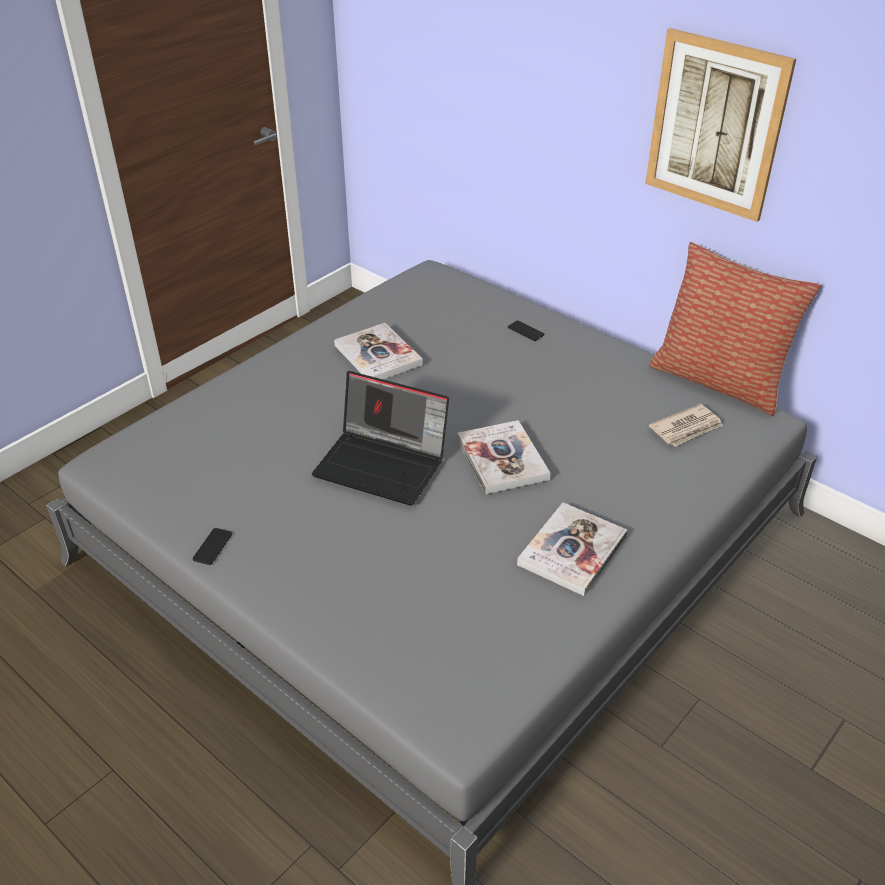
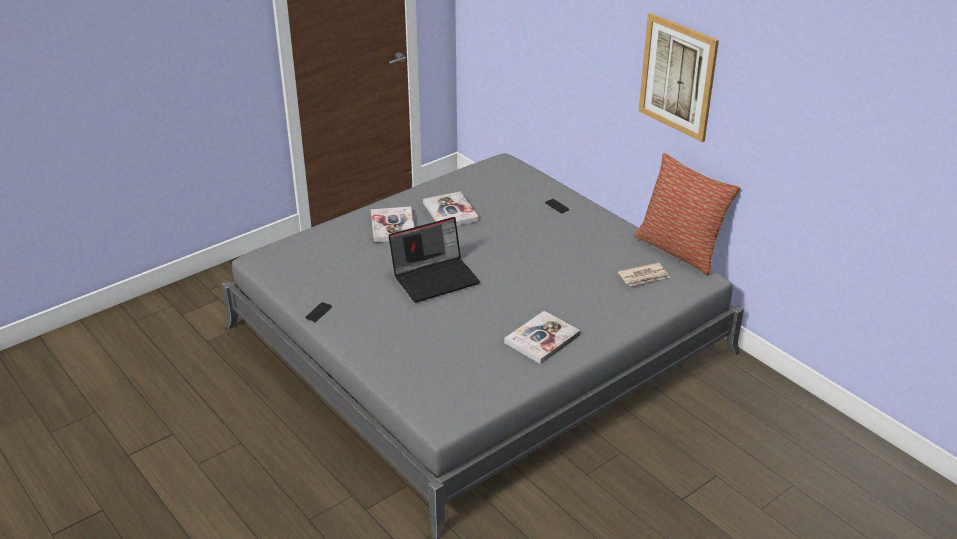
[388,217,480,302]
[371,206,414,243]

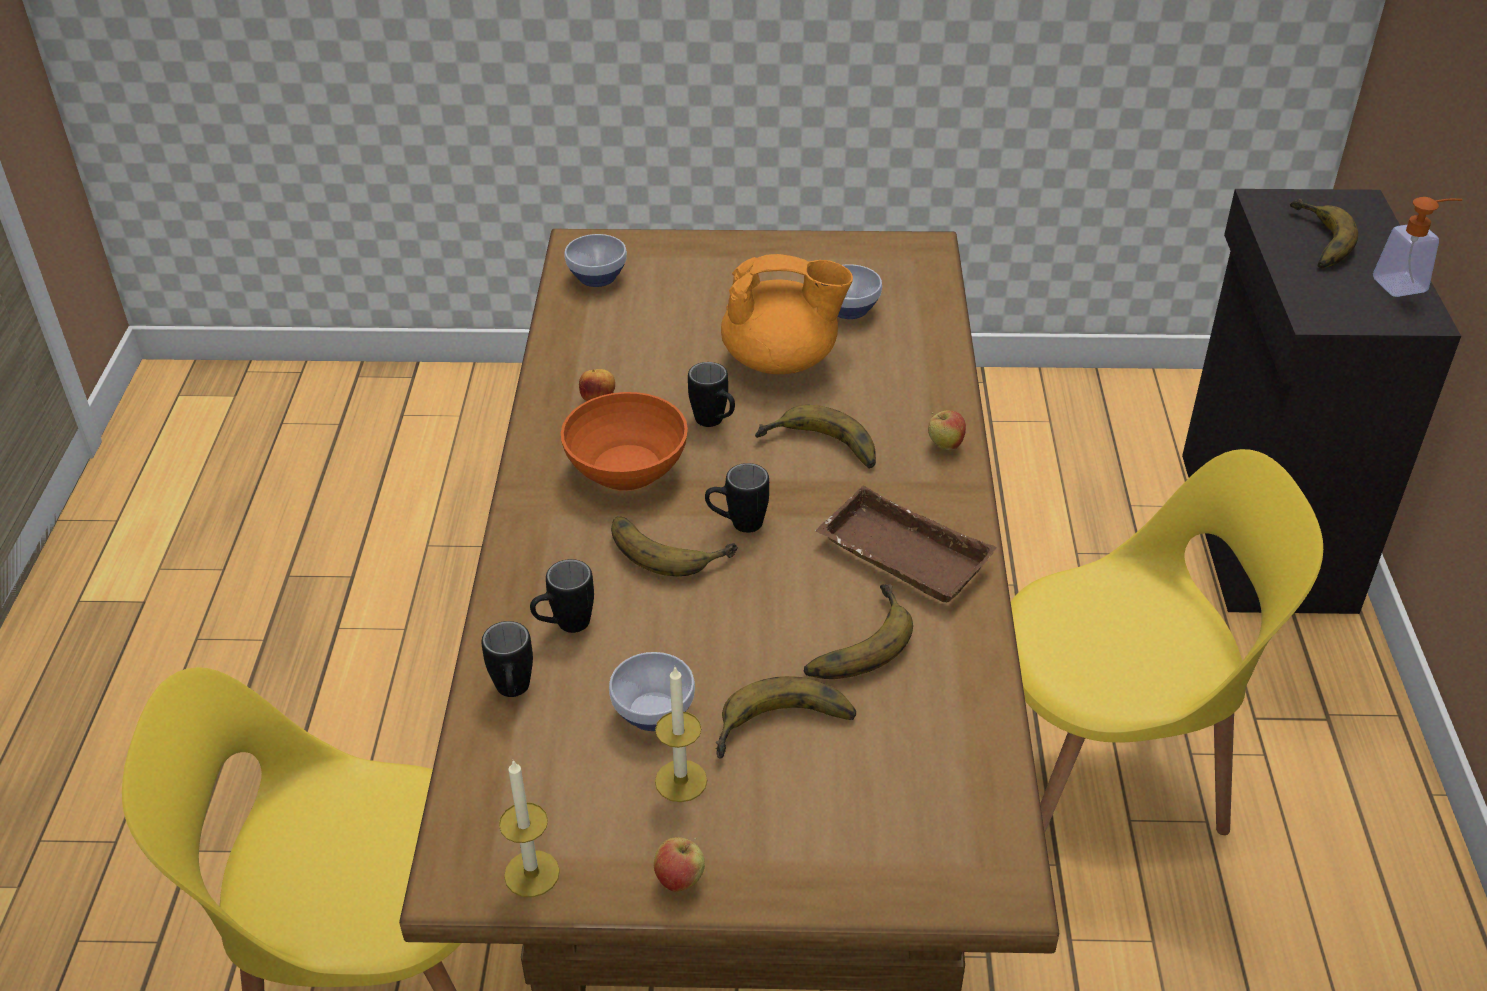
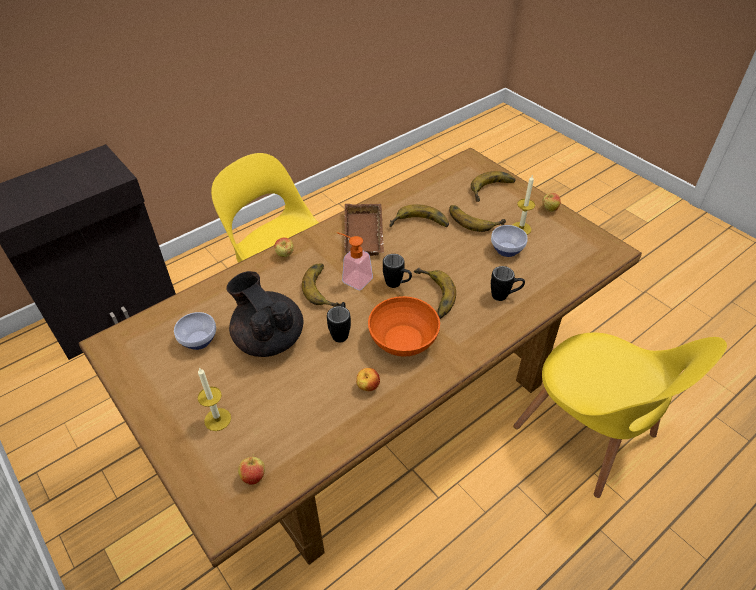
[482,621,533,697] (first image)
[198,367,231,431]
[238,454,265,485]
[226,271,304,357]
[471,171,516,202]
[337,232,373,290]

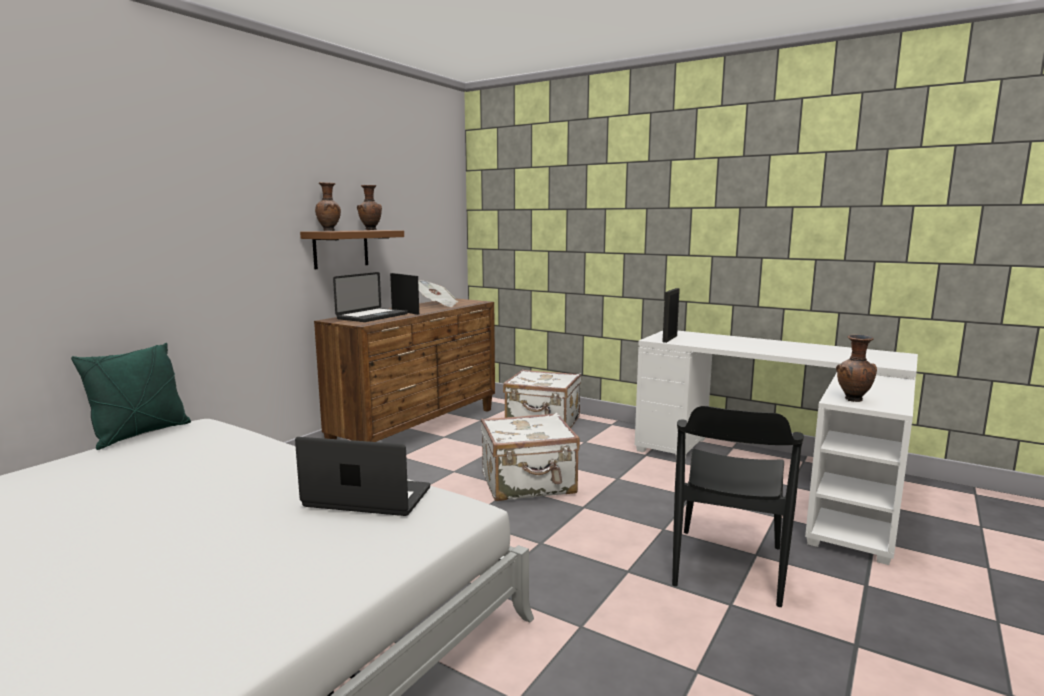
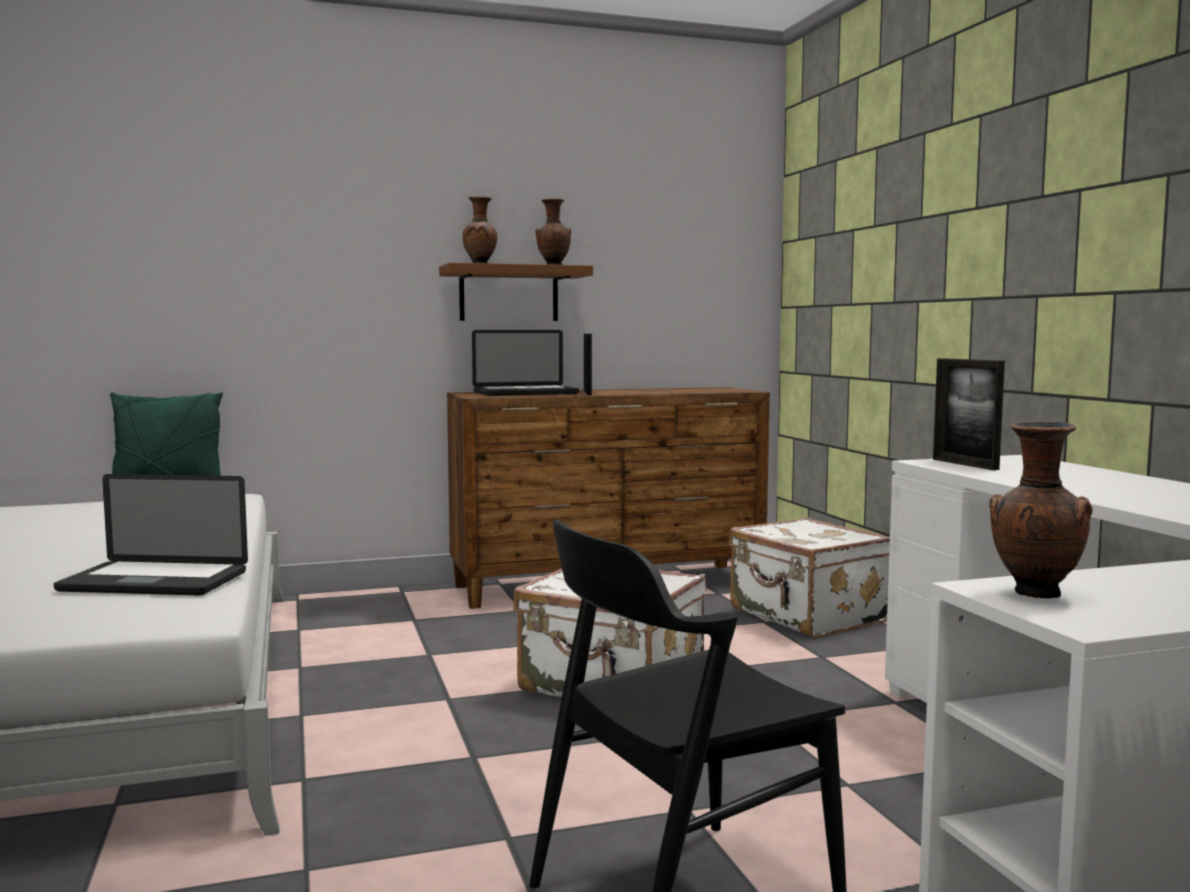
[54,474,248,596]
[418,280,458,307] (first image)
[933,358,1005,470]

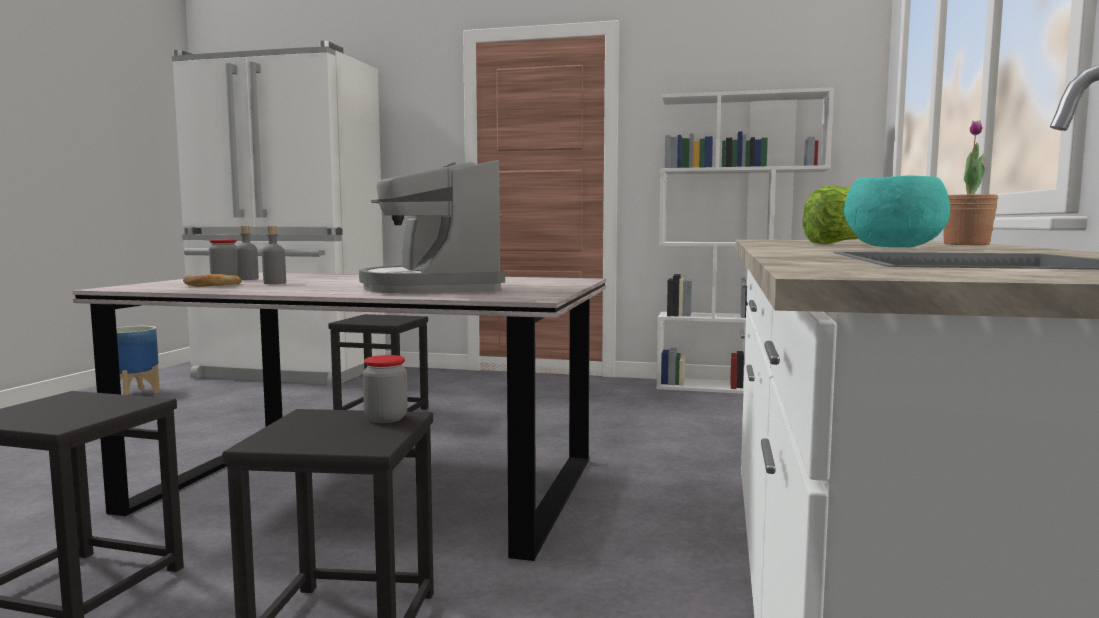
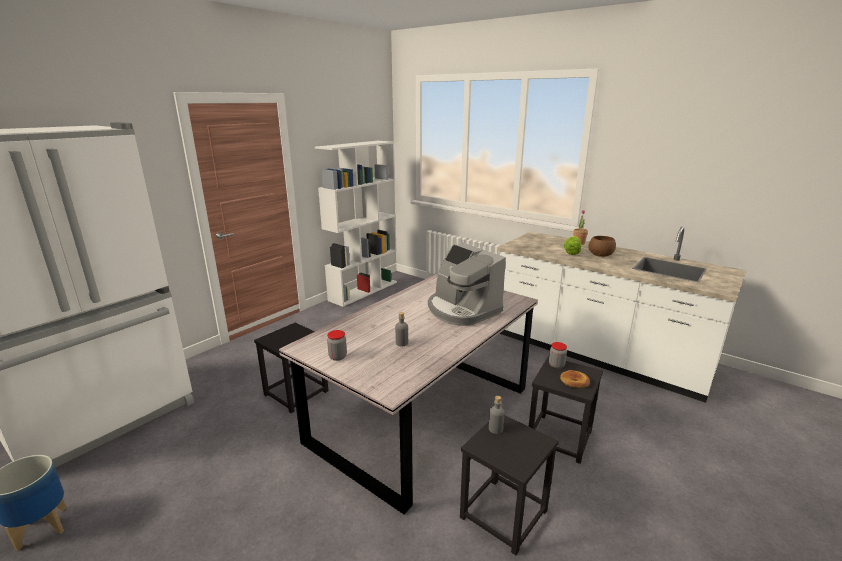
[560,370,590,388]
[489,396,504,434]
[428,243,506,326]
[588,236,616,257]

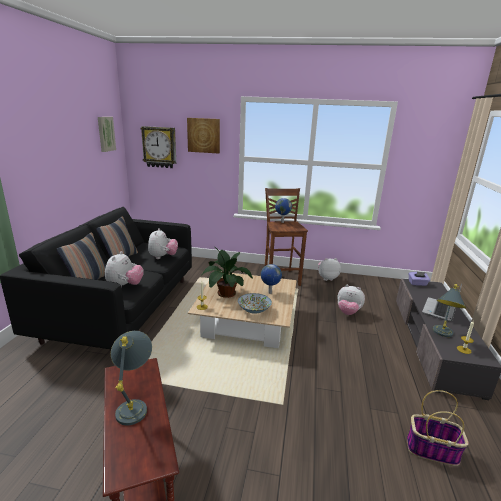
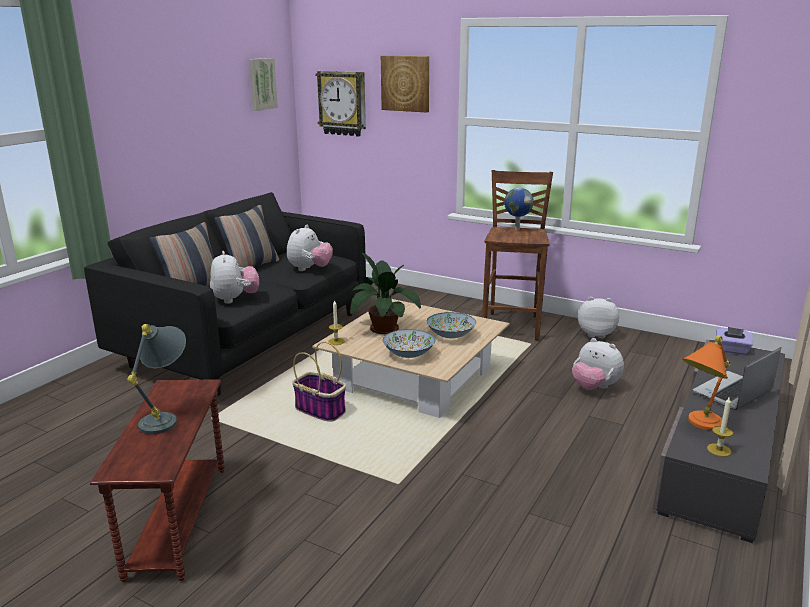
[210,251,259,304]
[426,312,476,338]
[292,341,346,422]
[682,335,731,430]

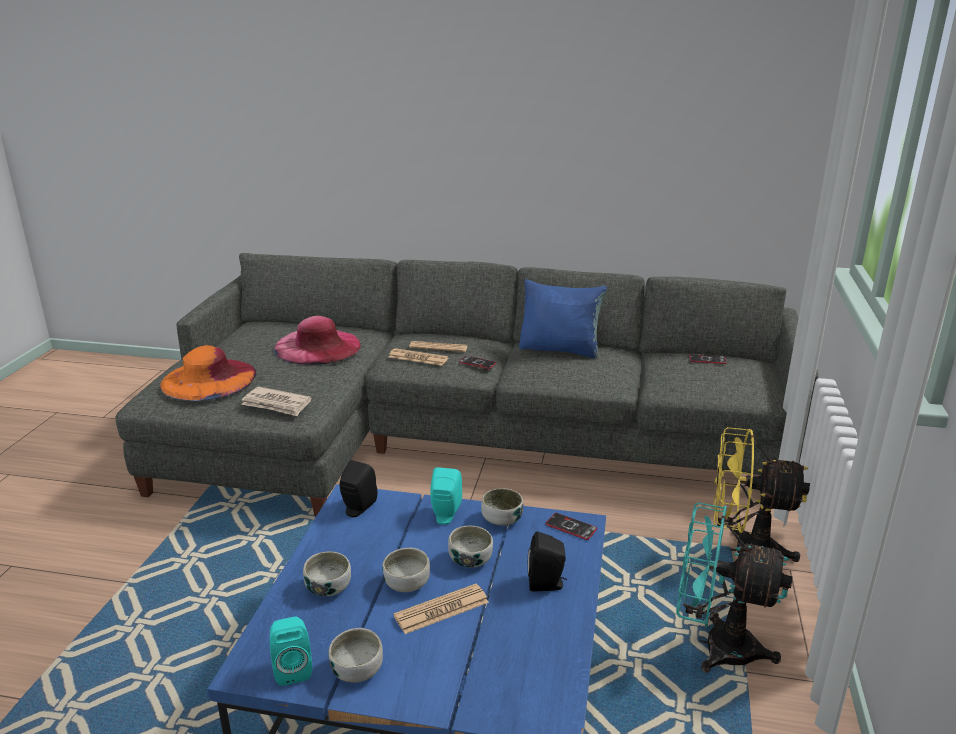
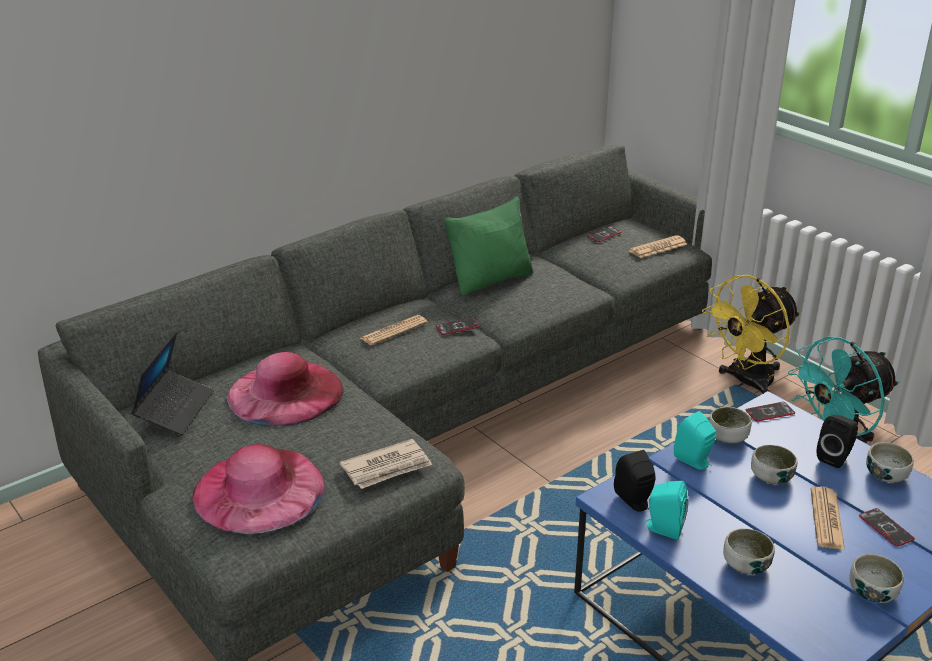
[192,444,325,534]
[644,481,688,539]
[866,442,914,483]
[629,235,687,258]
[444,196,534,296]
[131,331,214,435]
[859,508,915,547]

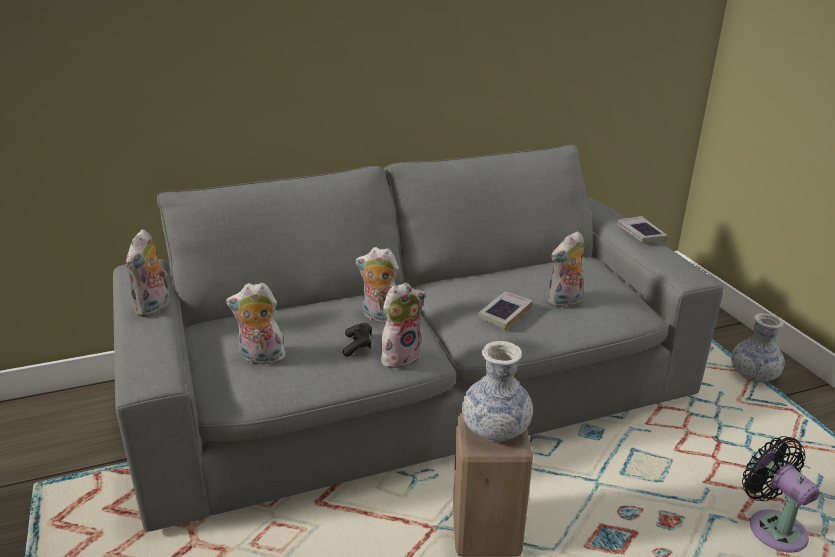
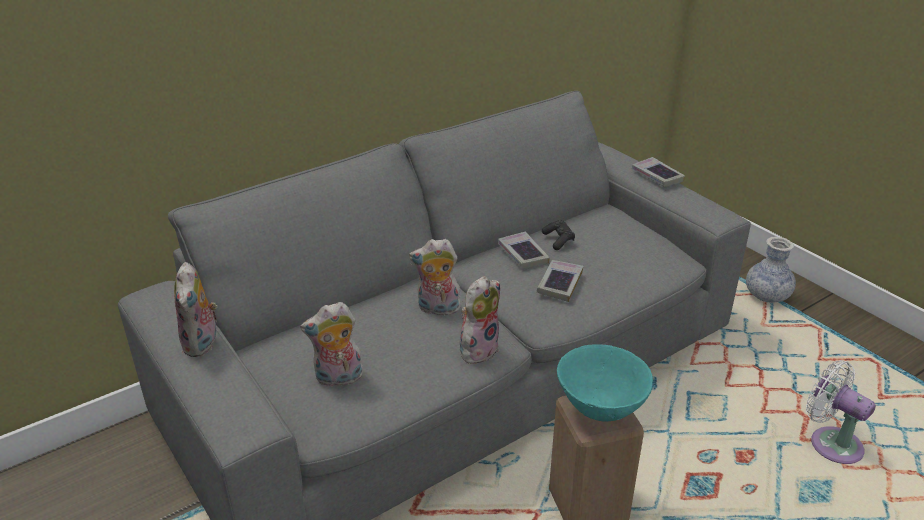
[542,220,575,250]
[557,344,653,422]
[548,231,584,308] (first image)
[806,360,876,464]
[498,232,550,268]

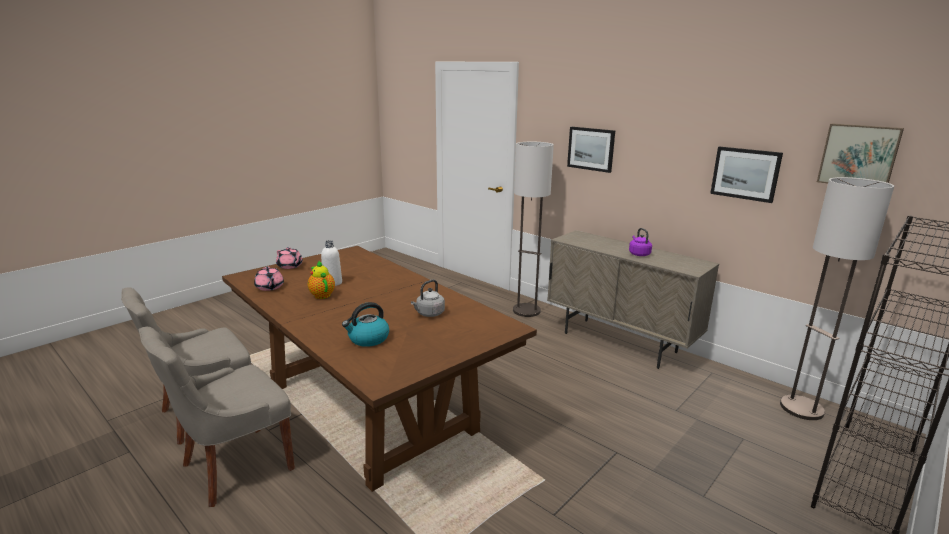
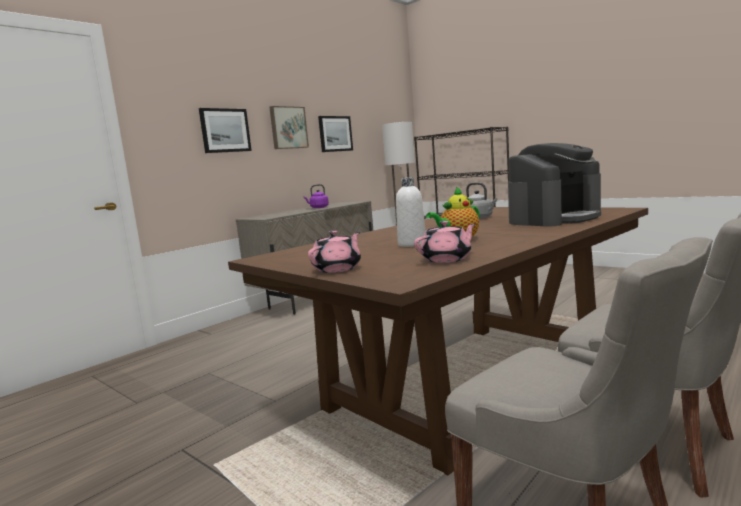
[508,143,601,227]
[513,142,554,317] (first image)
[269,106,309,149]

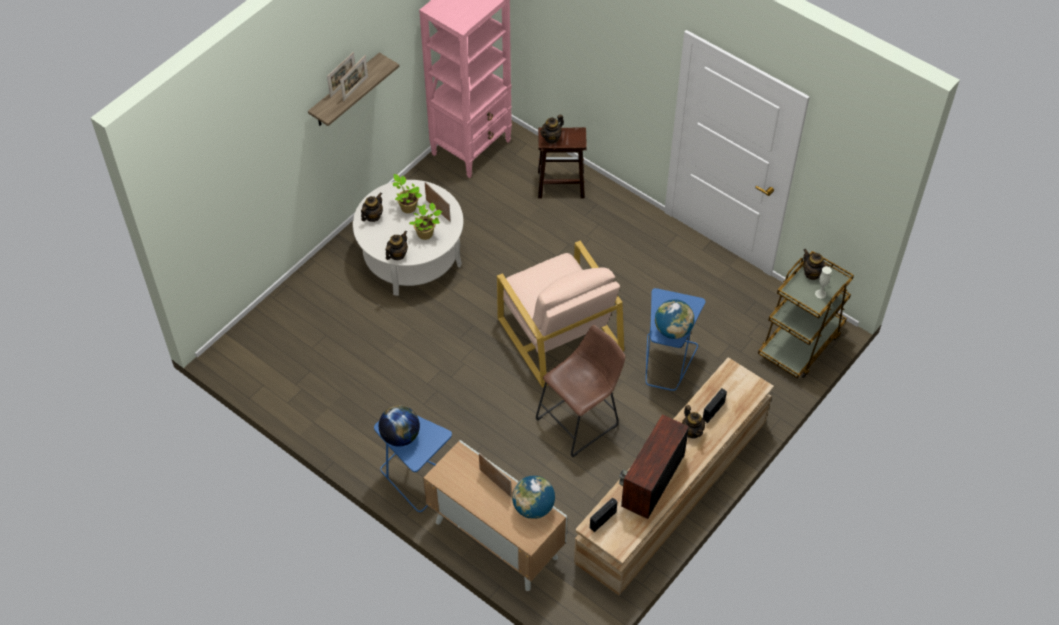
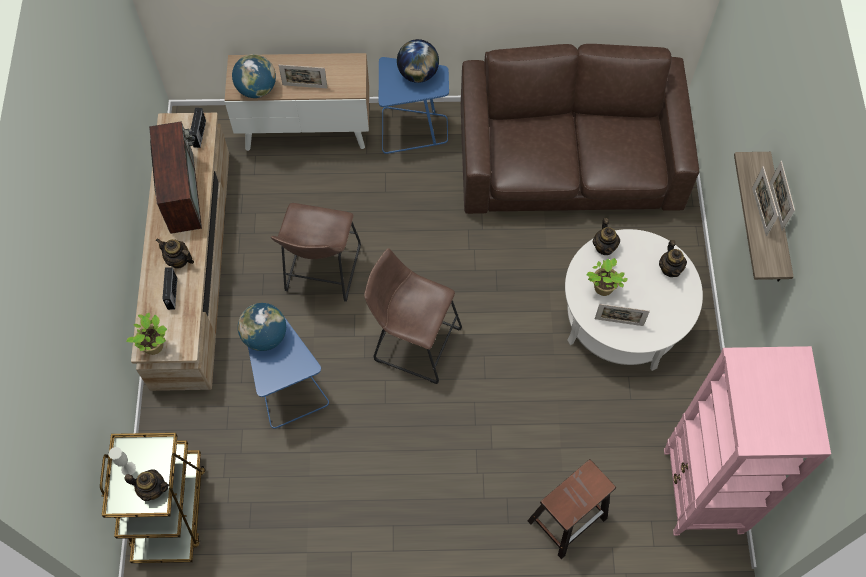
[126,313,167,355]
[364,248,462,384]
[540,114,564,144] (first image)
[461,44,699,214]

